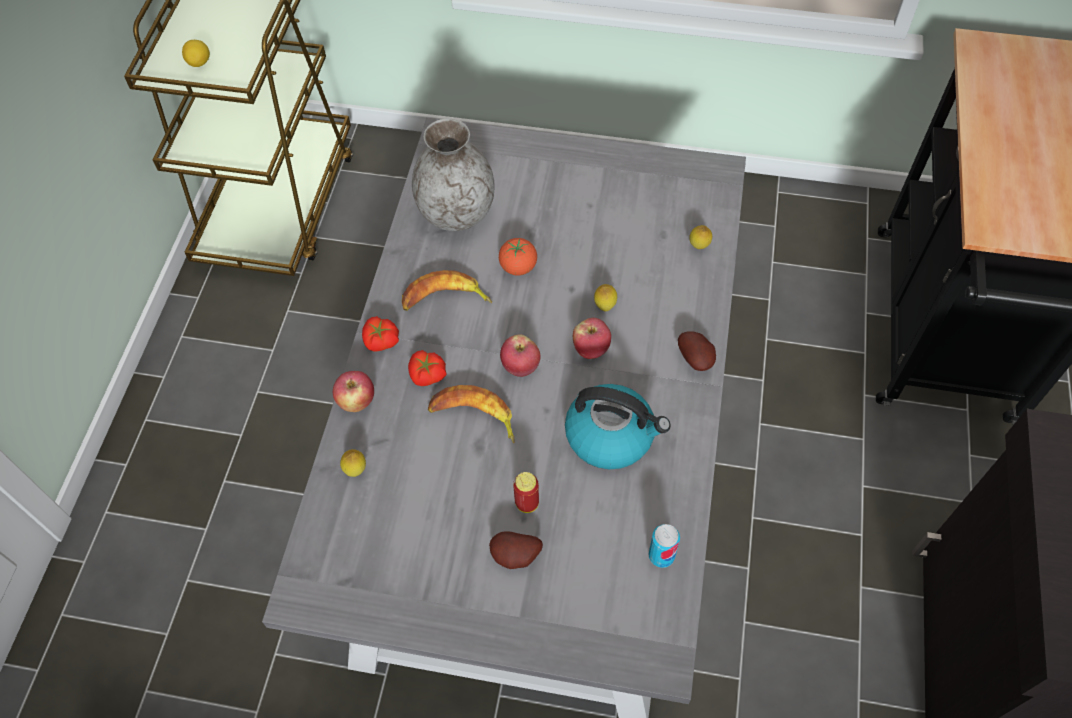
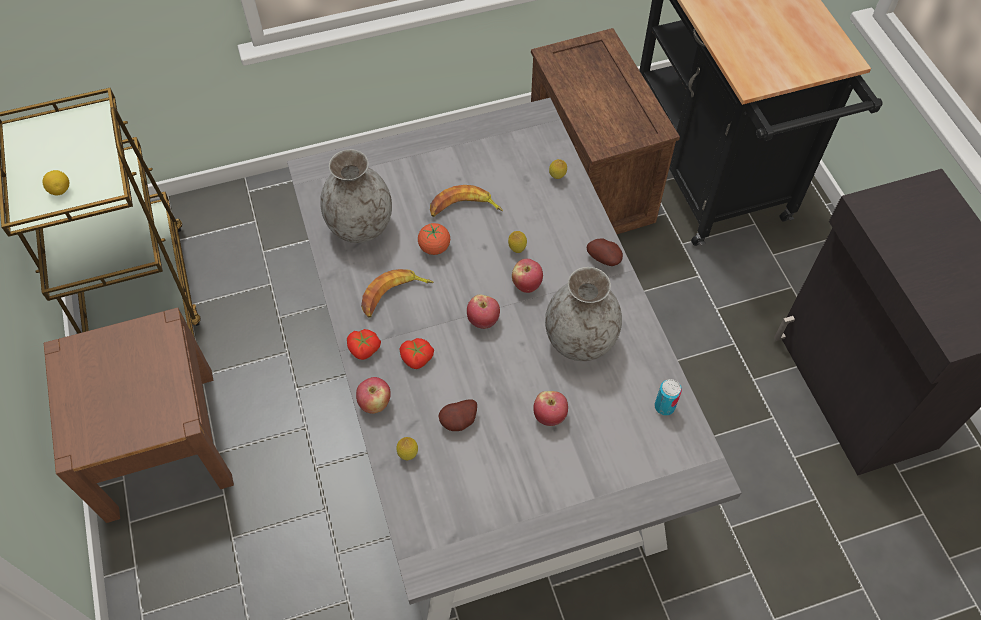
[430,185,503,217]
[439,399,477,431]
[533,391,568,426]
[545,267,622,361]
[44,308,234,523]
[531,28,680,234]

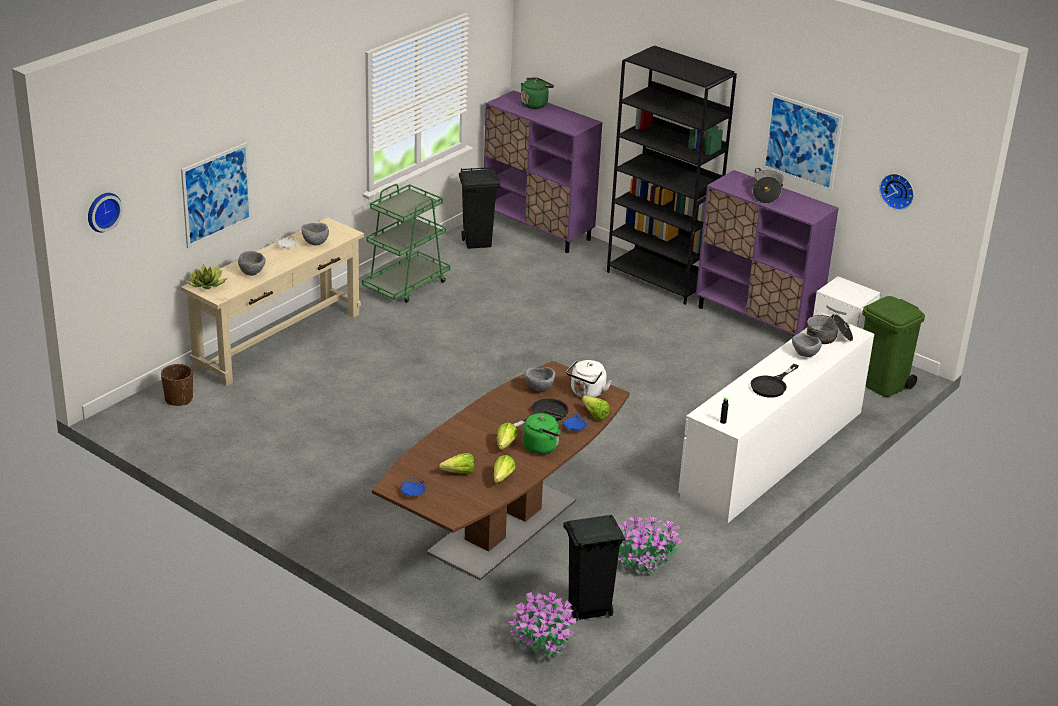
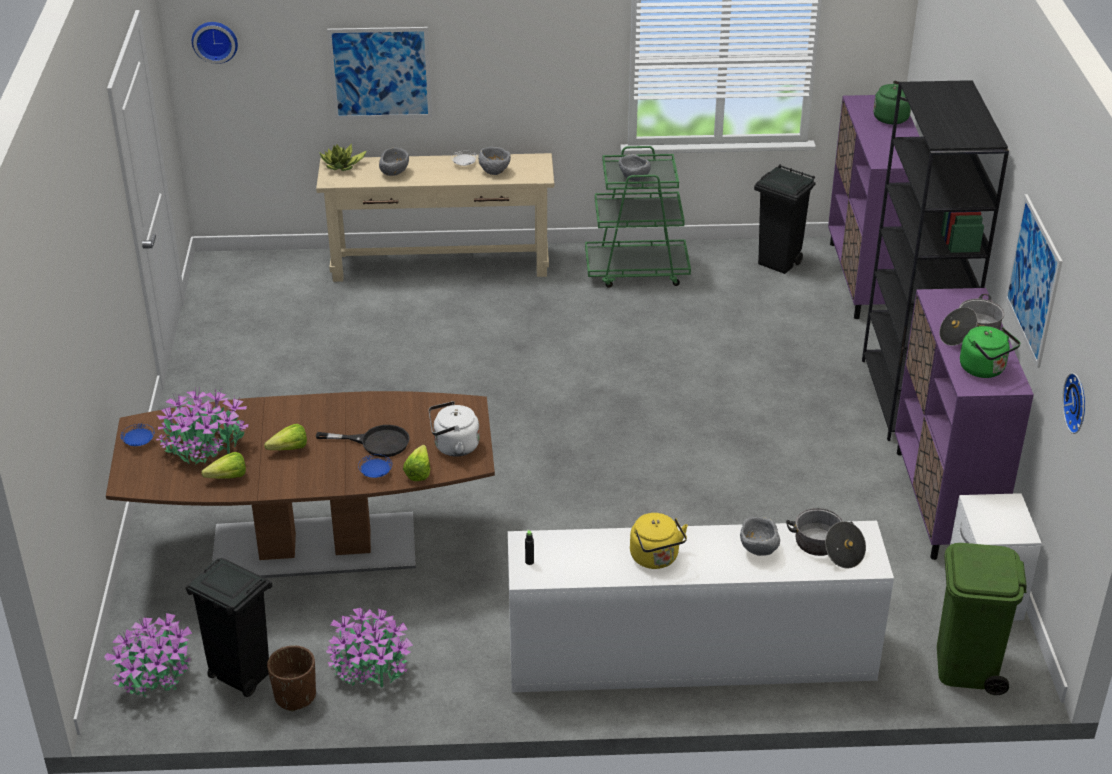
[267,645,316,711]
[156,387,248,465]
[960,326,1021,378]
[619,154,651,181]
[630,513,688,569]

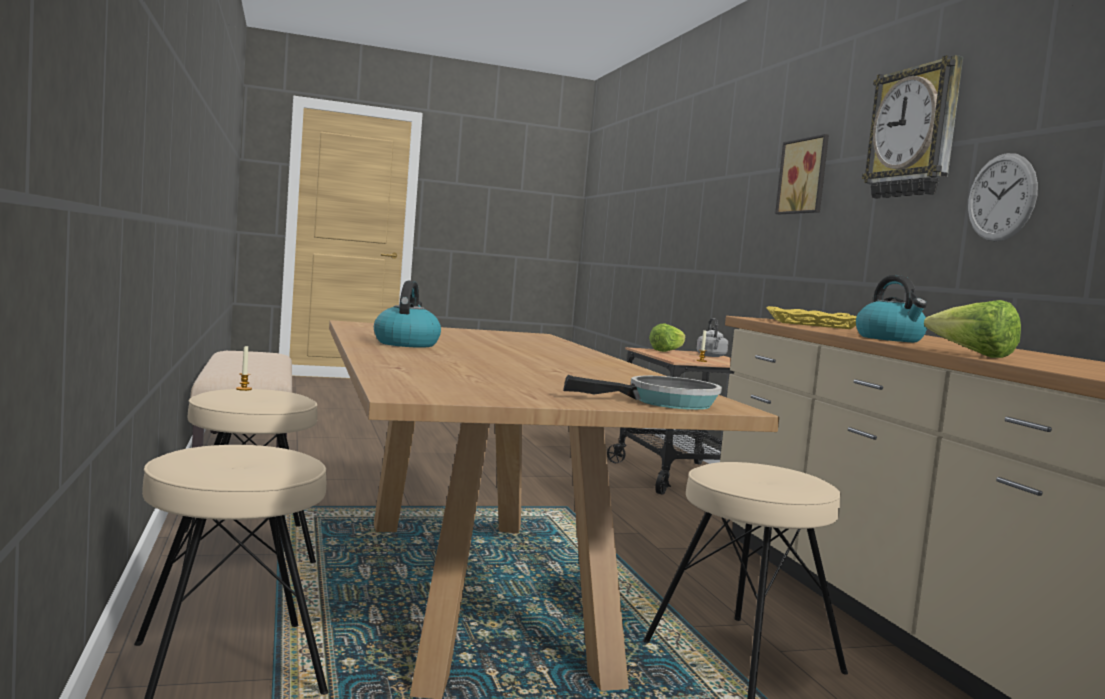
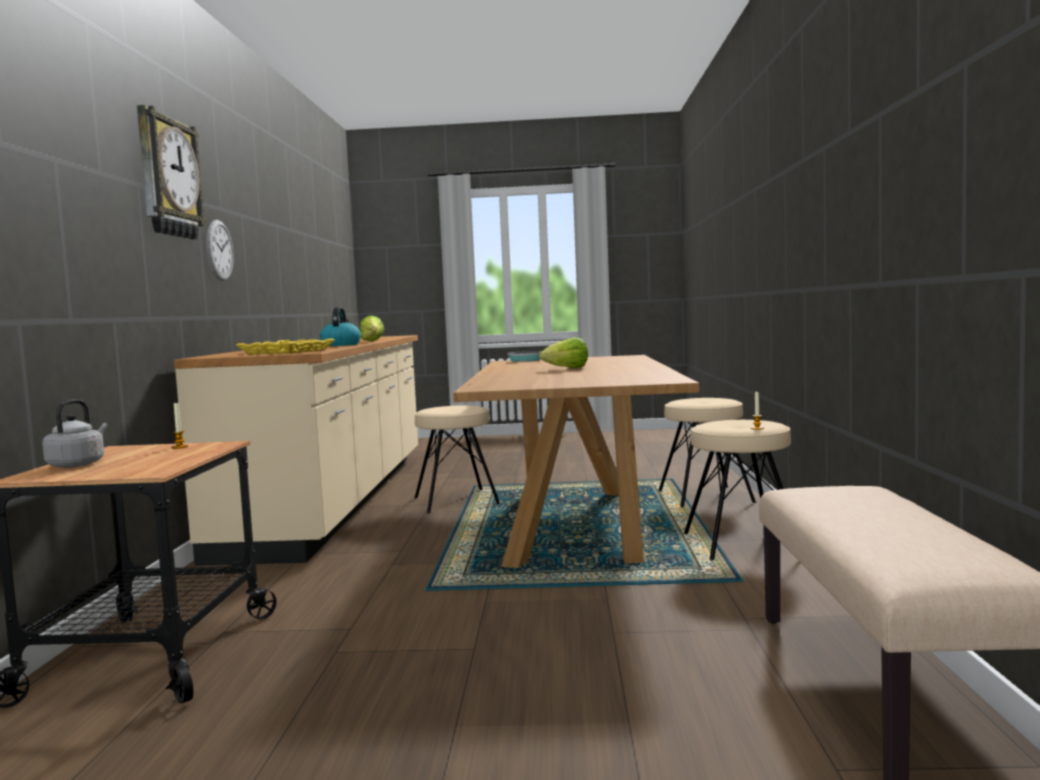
[374,281,441,348] (first image)
[539,337,588,368]
[775,134,829,214] (first image)

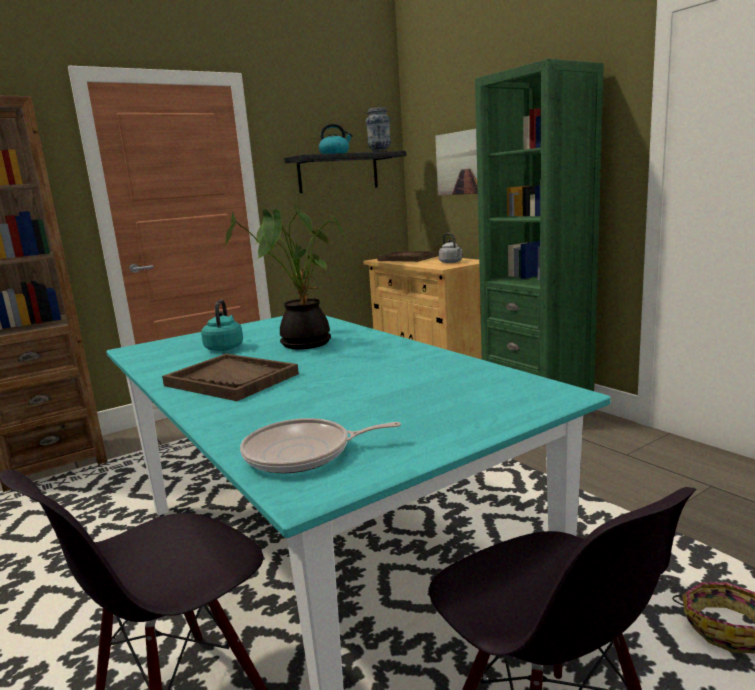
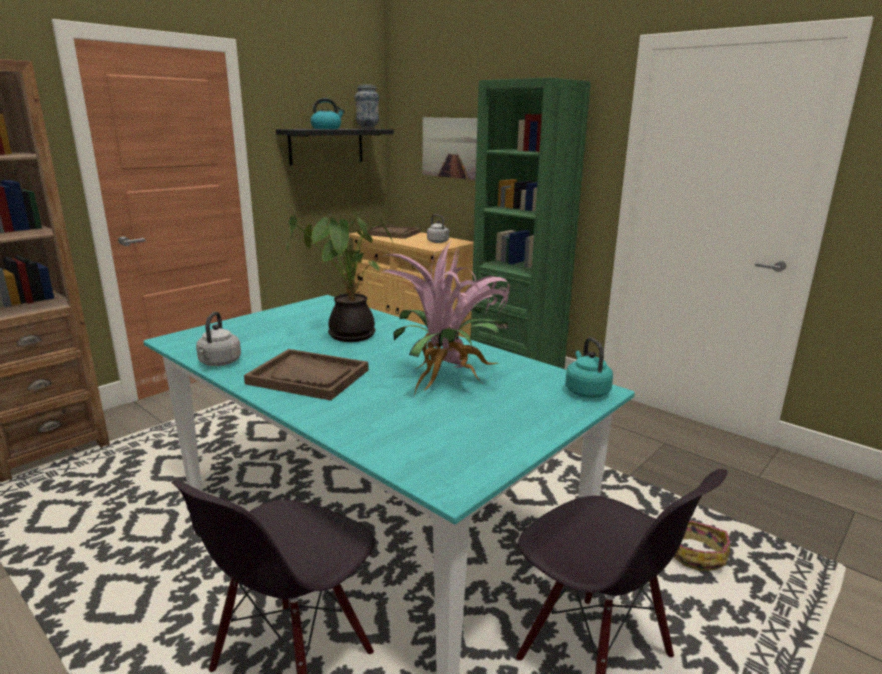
[565,338,613,398]
[240,418,401,473] (first image)
[196,312,241,366]
[382,241,510,397]

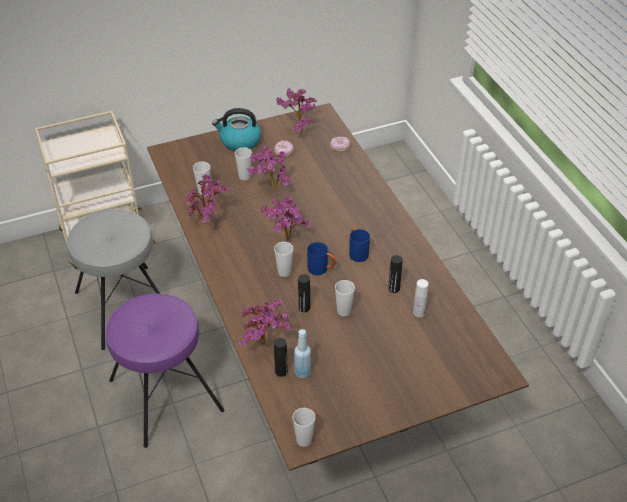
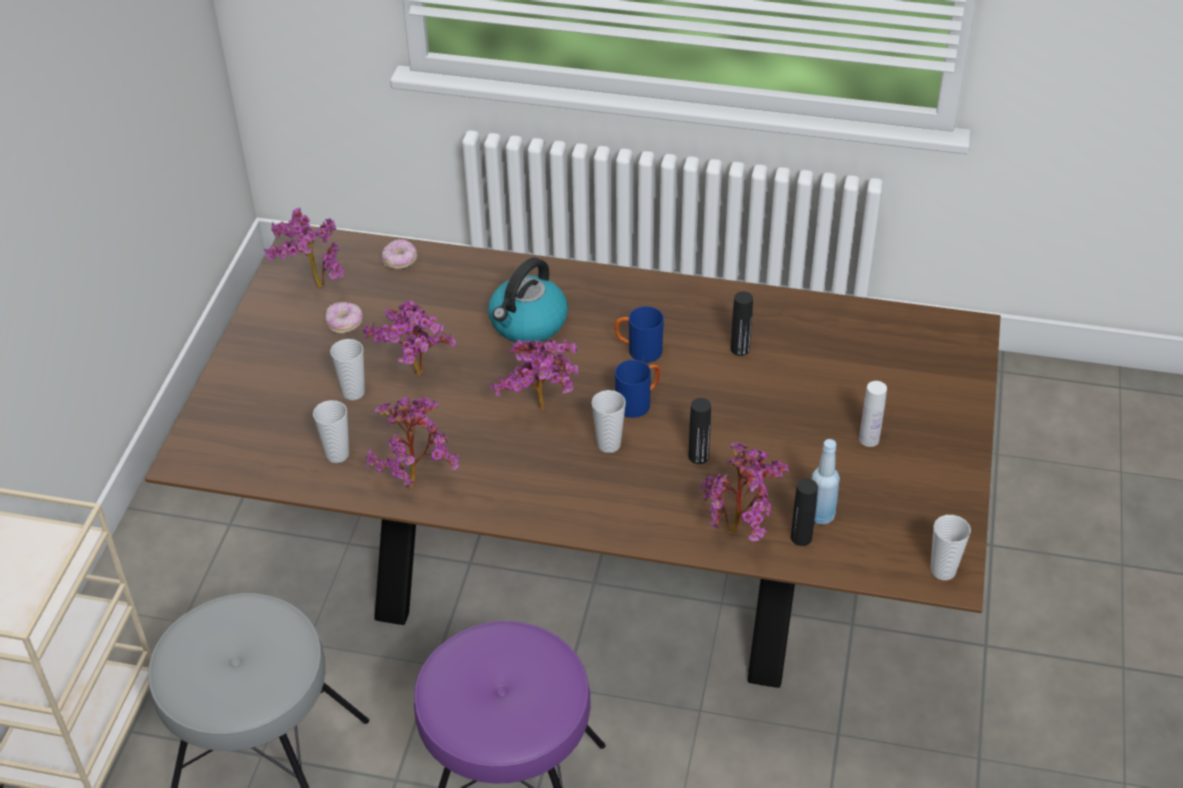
[488,258,568,342]
[335,280,355,316] (first image)
[859,381,887,447]

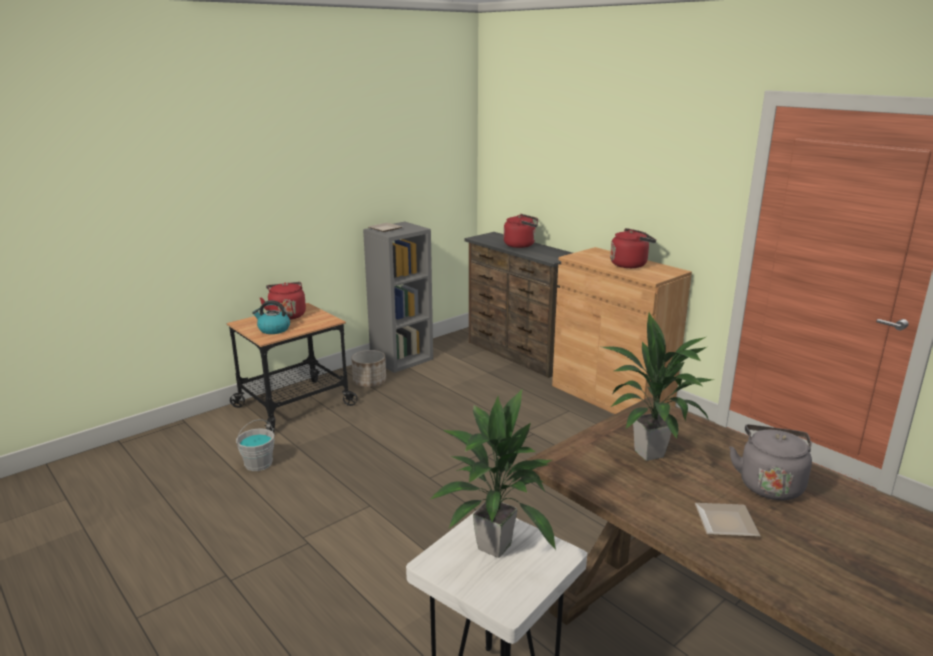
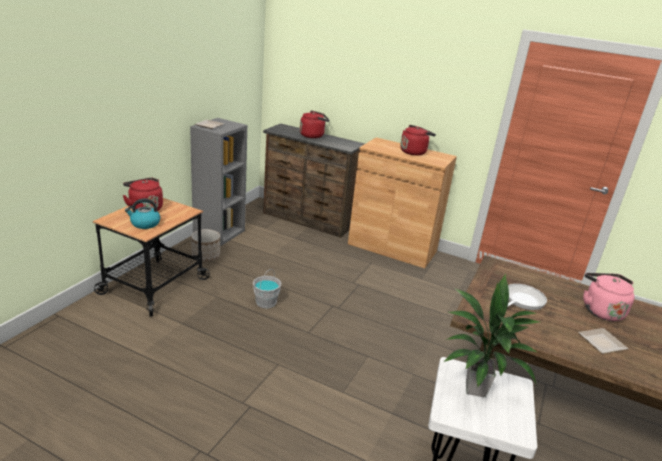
[253,269,281,308]
[508,284,547,310]
[583,273,635,321]

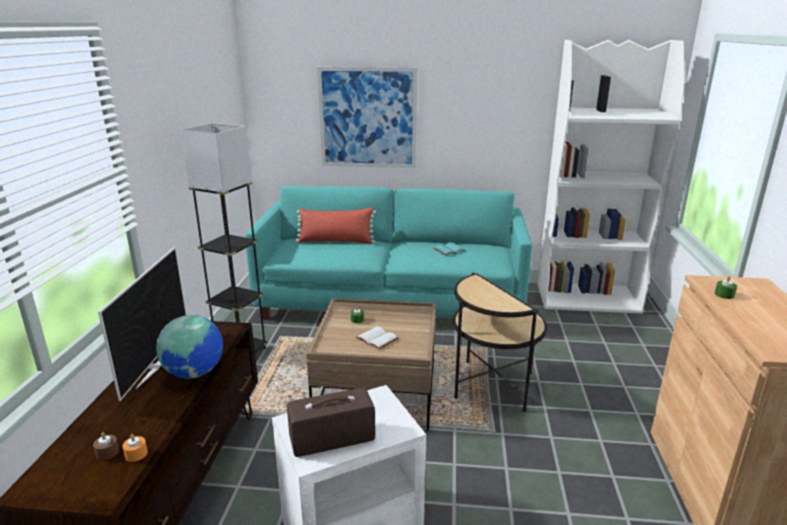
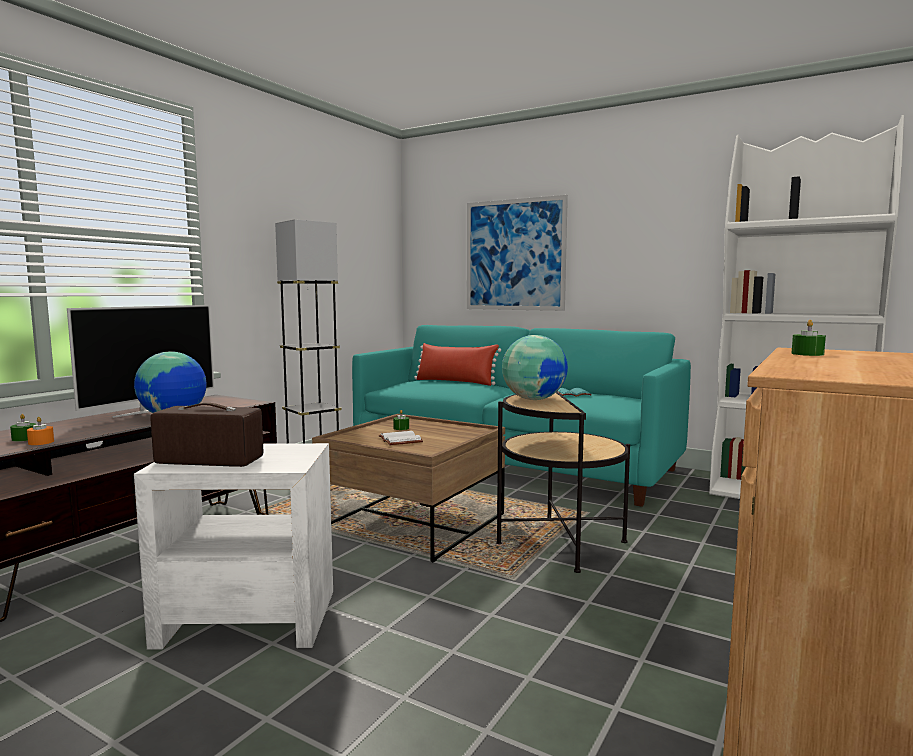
[10,414,36,442]
[502,335,568,400]

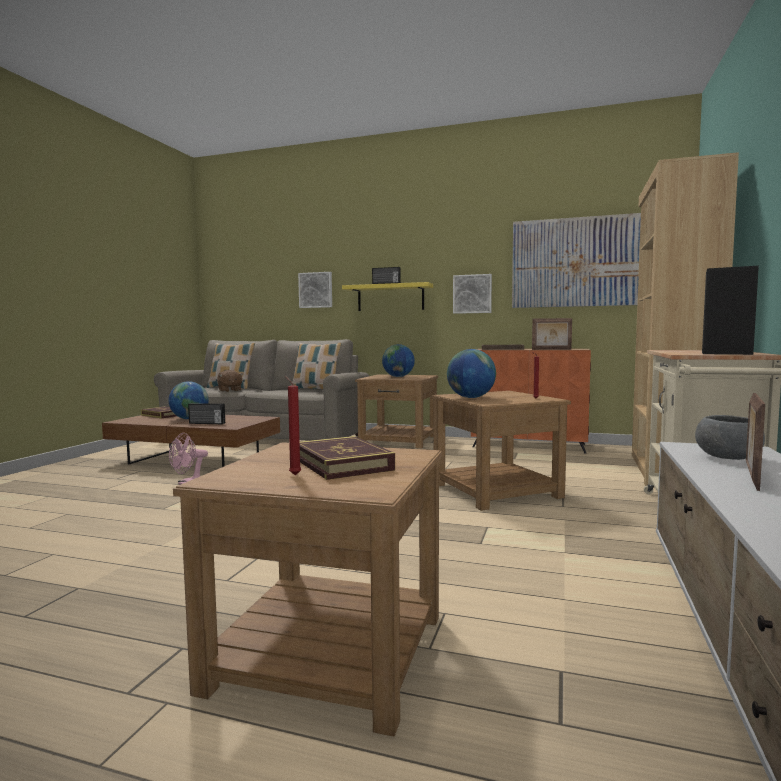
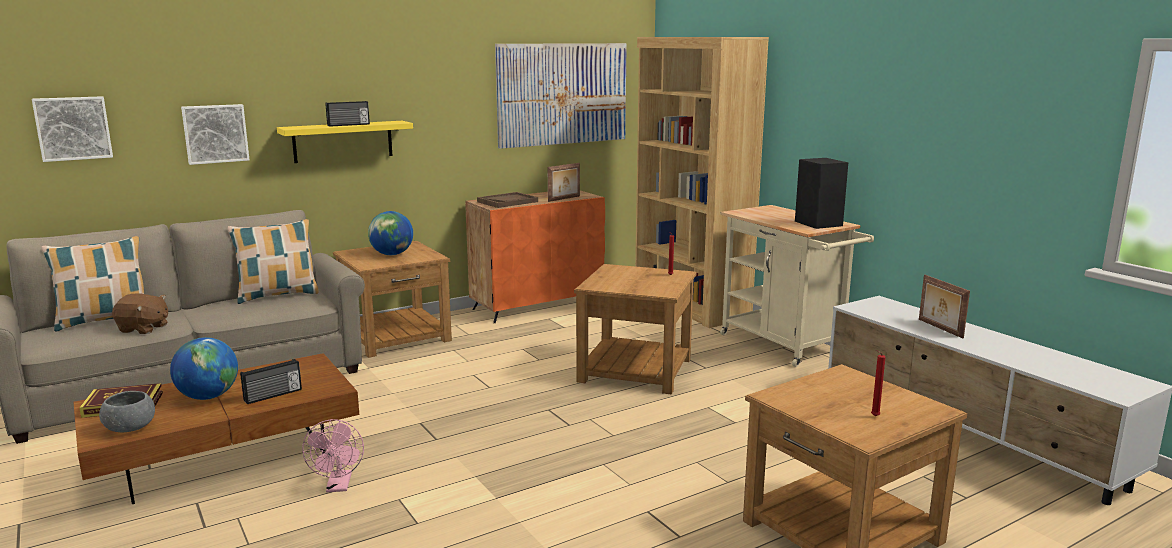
[300,436,395,480] (first image)
[447,349,496,398] (first image)
[32,96,113,162]
[99,391,155,433]

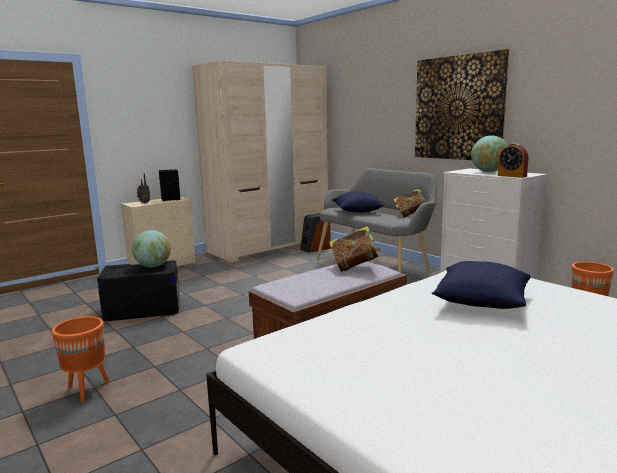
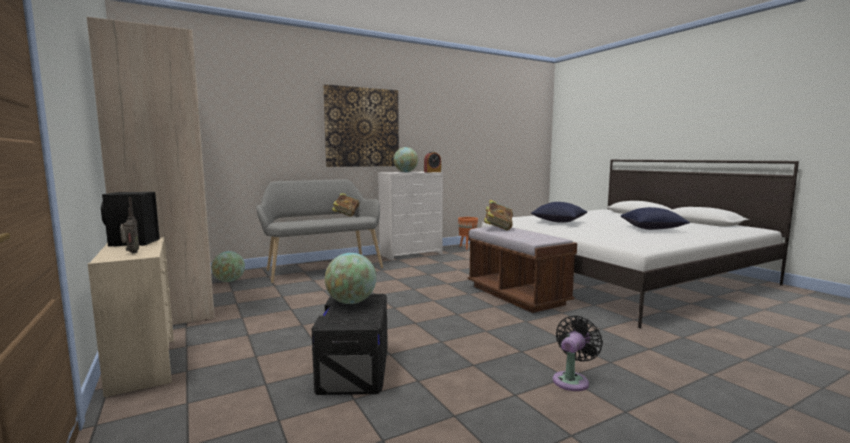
[553,315,603,391]
[211,251,245,282]
[621,207,690,230]

